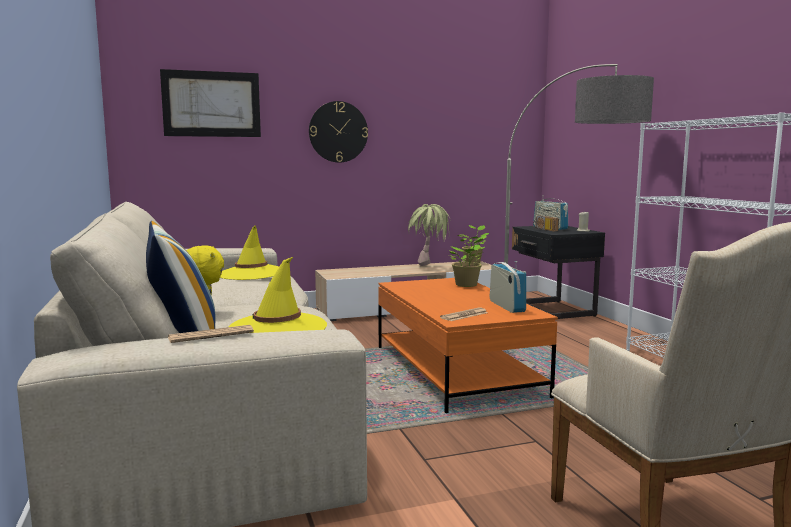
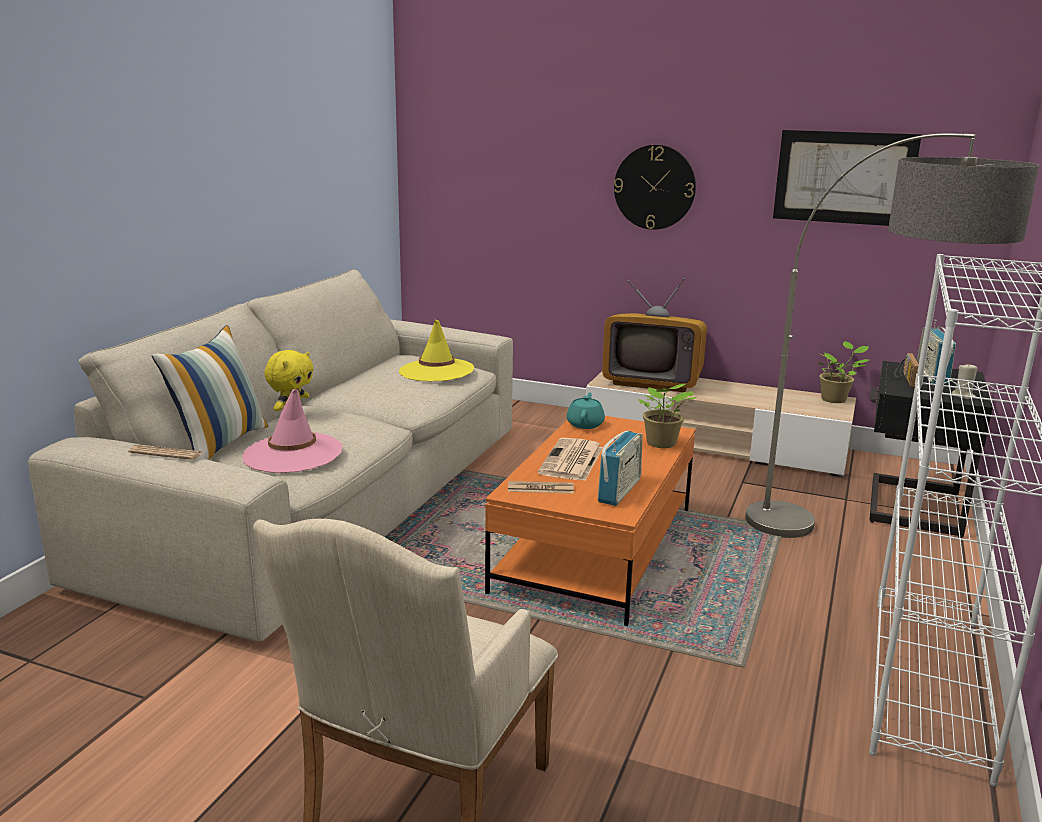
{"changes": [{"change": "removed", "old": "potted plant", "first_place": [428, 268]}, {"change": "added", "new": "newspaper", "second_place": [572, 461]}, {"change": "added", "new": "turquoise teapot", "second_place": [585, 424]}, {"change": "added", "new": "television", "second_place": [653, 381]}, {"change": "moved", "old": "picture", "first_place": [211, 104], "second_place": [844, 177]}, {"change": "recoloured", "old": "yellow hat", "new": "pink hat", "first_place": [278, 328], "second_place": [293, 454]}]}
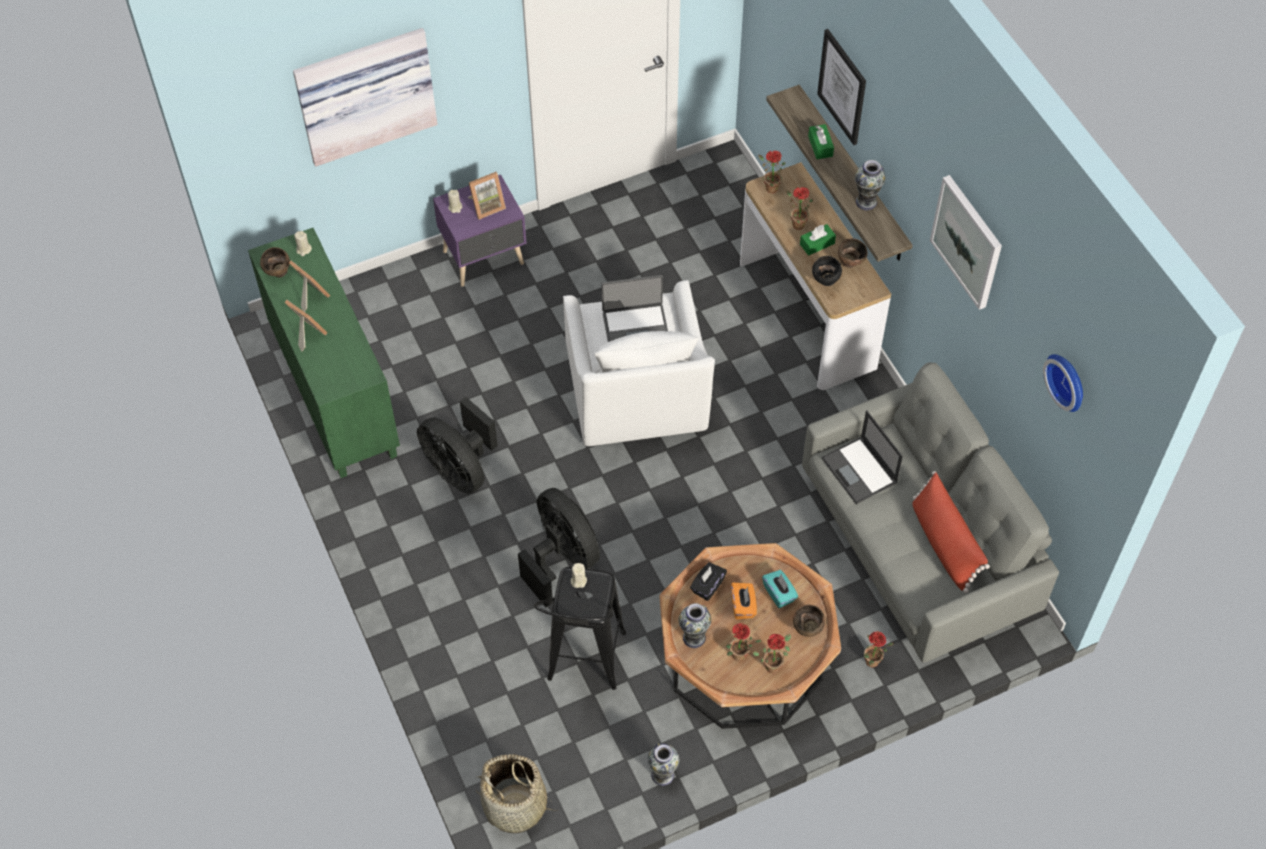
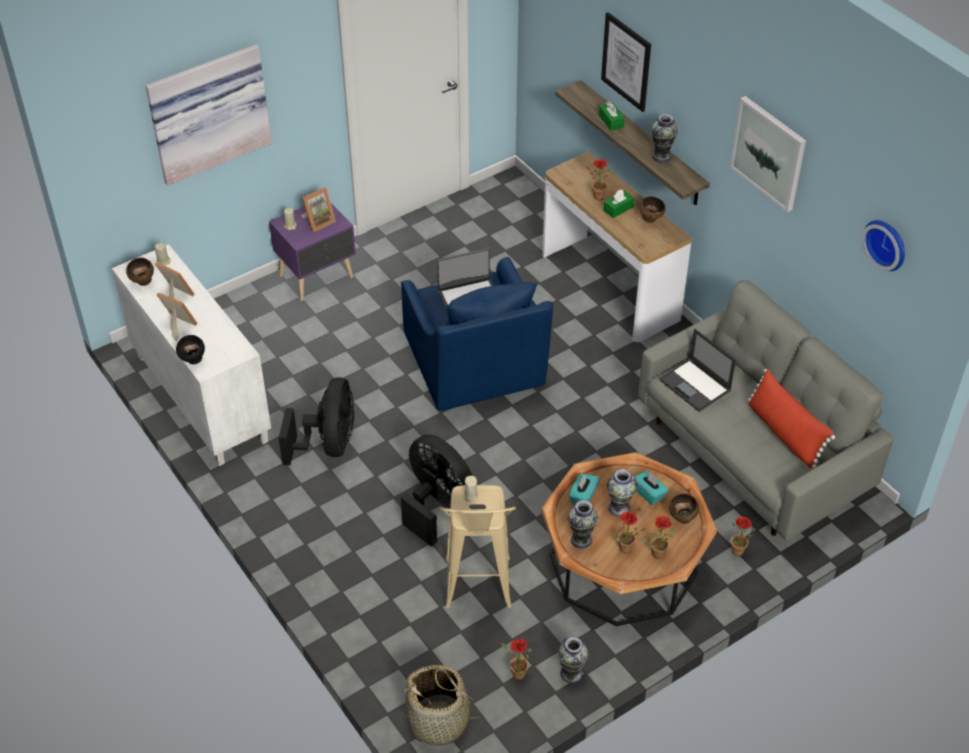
{"changes": [{"change": "moved", "old": "potted plant", "first_place": [769, 187], "second_place": [515, 673]}, {"change": "moved", "old": "black bowl", "first_place": [826, 281], "second_place": [193, 360]}, {"change": "replaced", "old": "orange tissue box", "new": "vase", "first_place": [743, 606], "second_place": [619, 508]}, {"change": "recoloured", "old": "green cabinet", "new": "white cabinet", "first_place": [333, 393], "second_place": [200, 398]}, {"change": "recoloured", "old": "black stool", "new": "beige stool", "first_place": [584, 669], "second_place": [478, 593]}, {"change": "recoloured", "old": "white armchair", "new": "blue armchair", "first_place": [636, 394], "second_place": [475, 365]}, {"change": "recoloured", "old": "black tissue box", "new": "turquoise tissue box", "first_place": [707, 586], "second_place": [583, 496]}, {"change": "turned", "old": "black fan", "first_place": [460, 469], "second_place": [329, 444], "degrees": -120}]}
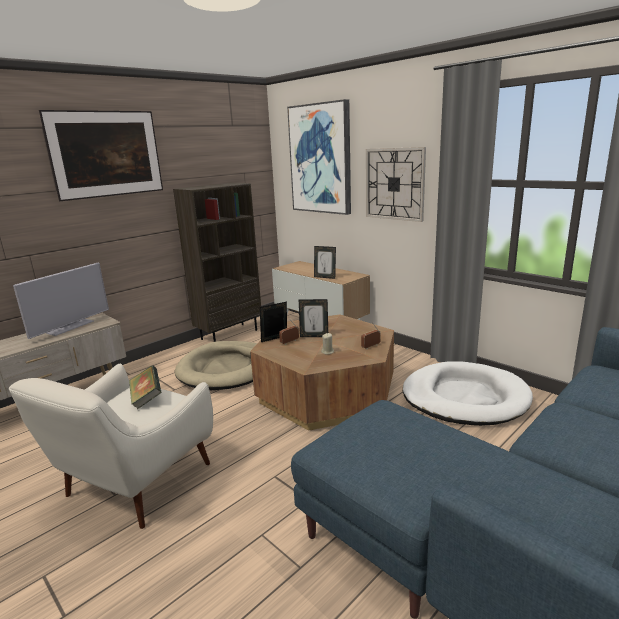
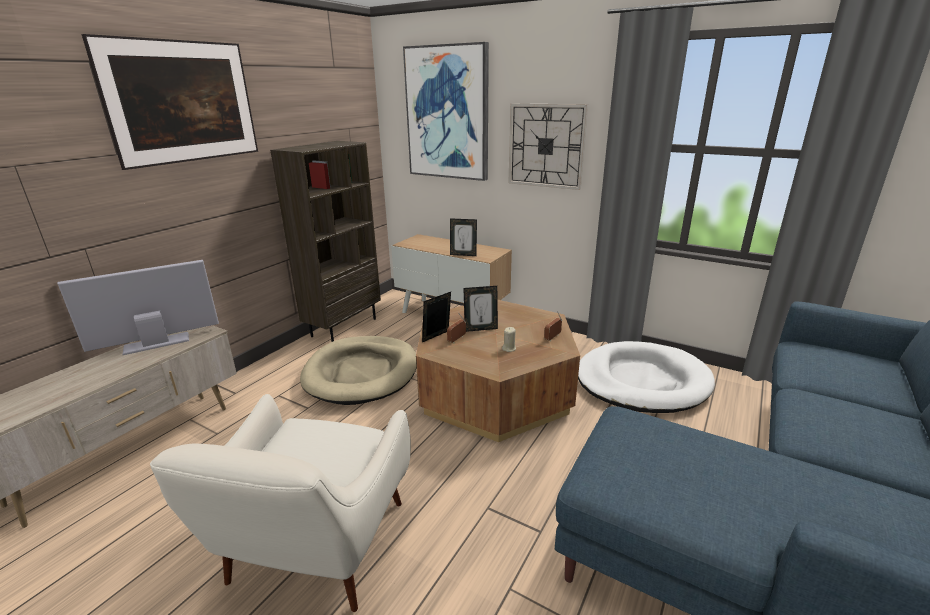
{"changes": [{"change": "removed", "old": "book", "first_place": [146, 398]}, {"change": "turned", "old": "television", "first_place": [70, 327], "second_place": [156, 343], "degrees": -135}]}
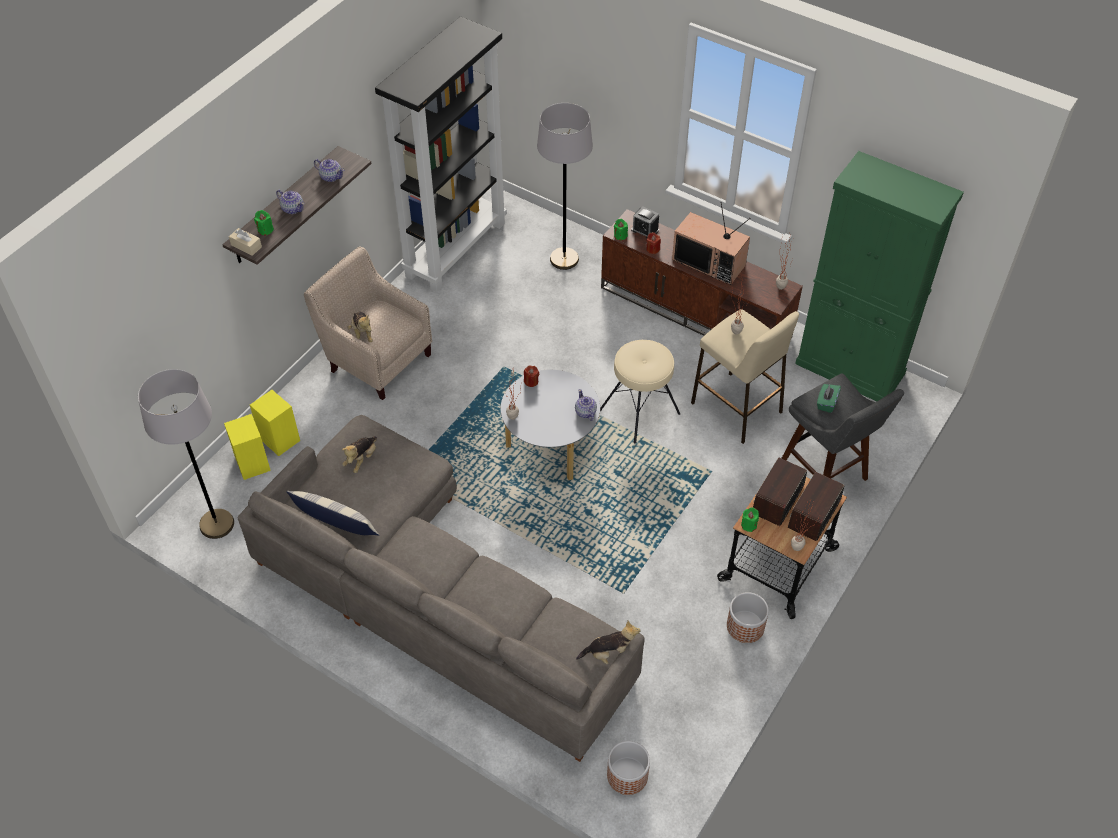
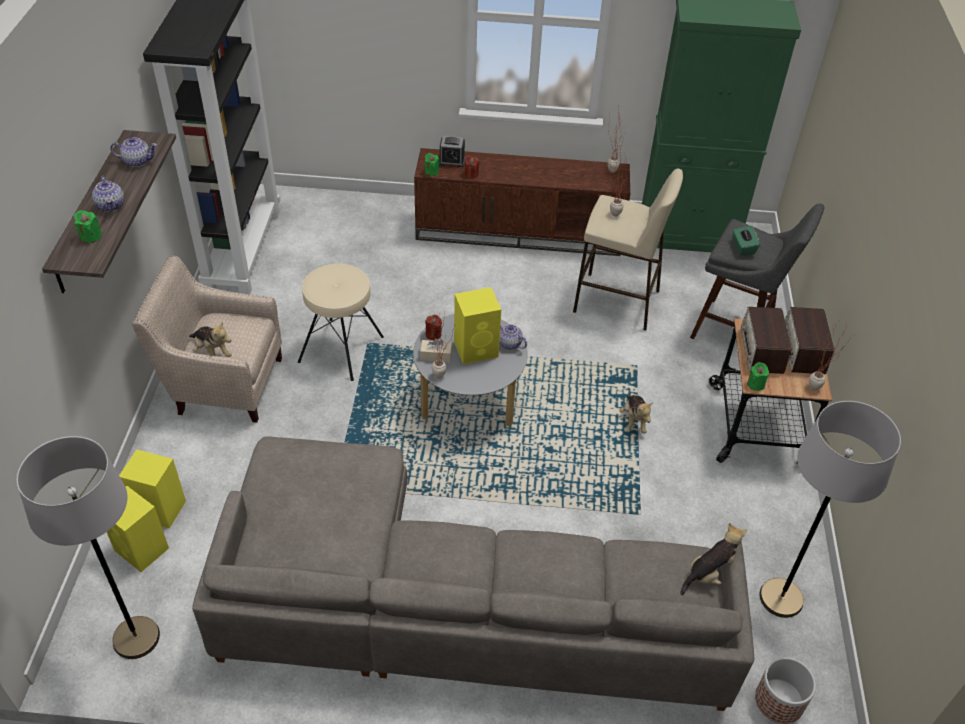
{"changes": [{"change": "removed", "old": "pillow", "first_place": [336, 523]}, {"change": "removed", "old": "television", "first_place": [710, 262]}, {"change": "removed", "old": "planter", "first_place": [745, 626]}, {"change": "added", "new": "yellow speaker", "second_place": [477, 349]}, {"change": "moved", "old": "beige tissue box", "first_place": [246, 246], "second_place": [436, 355]}, {"change": "moved", "old": "plush toy", "first_place": [361, 459], "second_place": [634, 420]}, {"change": "moved", "old": "grey floor lamp", "first_place": [564, 259], "second_place": [780, 598]}, {"change": "moved", "old": "beige stool", "first_place": [640, 412], "second_place": [342, 349]}, {"change": "turned", "old": "teapot", "first_place": [292, 208], "second_place": [111, 205], "degrees": 60}]}
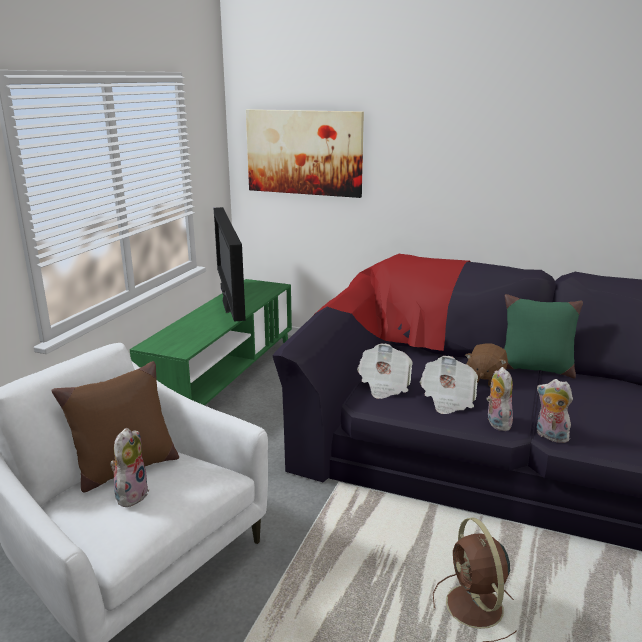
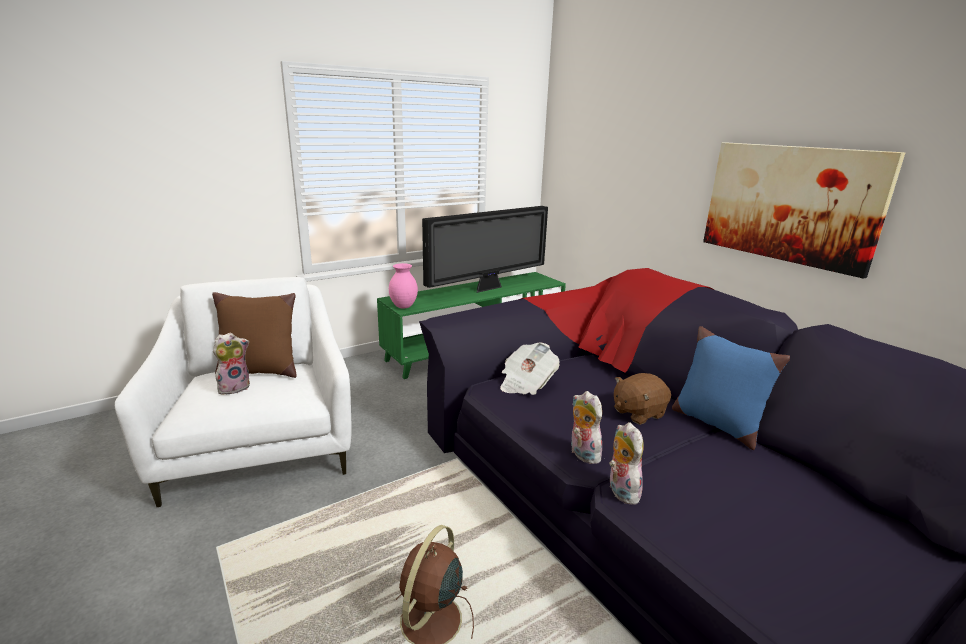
{"changes": [{"change": "removed", "old": "newspaper", "first_place": [447, 399]}, {"change": "added", "new": "pink vase", "second_place": [403, 306]}, {"change": "moved", "old": "picture", "first_place": [304, 152], "second_place": [789, 204]}, {"change": "recoloured", "old": "green pillow", "new": "blue pillow", "first_place": [535, 368], "second_place": [716, 423]}, {"change": "turned", "old": "television", "first_place": [229, 307], "second_place": [488, 288], "degrees": -150}, {"change": "turned", "old": "plush toy", "first_place": [496, 422], "second_place": [582, 454], "degrees": -60}]}
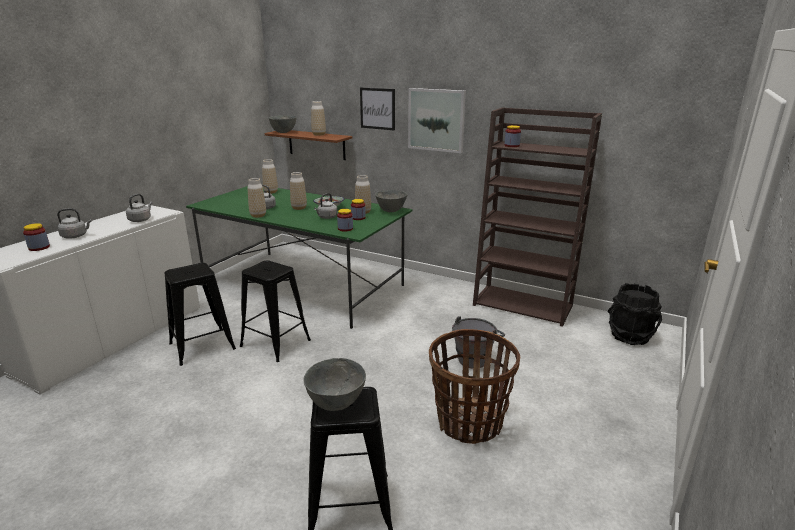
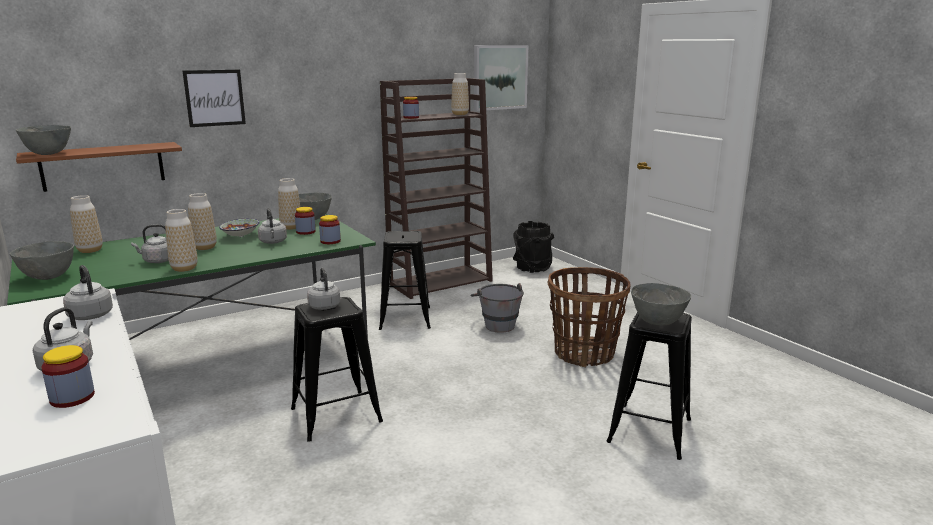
{"changes": [{"change": "added", "new": "grey bowl", "second_place": [48, 277]}, {"change": "added", "new": "grey kettle", "second_place": [324, 306]}, {"change": "moved", "old": "black stool", "first_place": [202, 346], "second_place": [405, 318]}, {"change": "moved", "old": "vase", "first_place": [319, 134], "second_place": [460, 114]}, {"change": "moved", "old": "picture", "first_place": [436, 120], "second_place": [500, 77]}]}
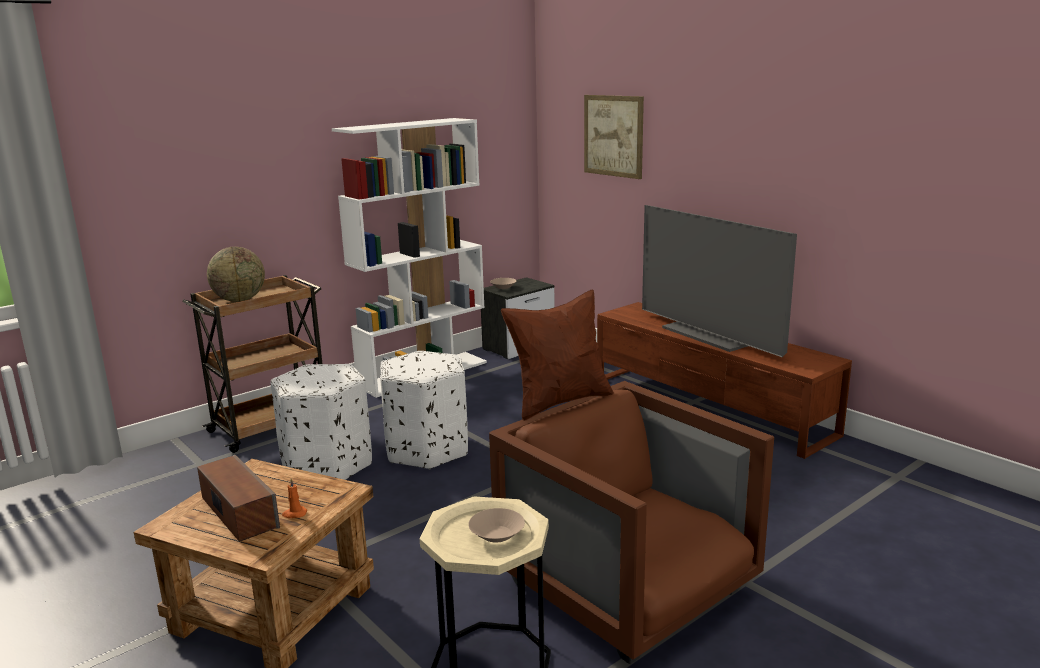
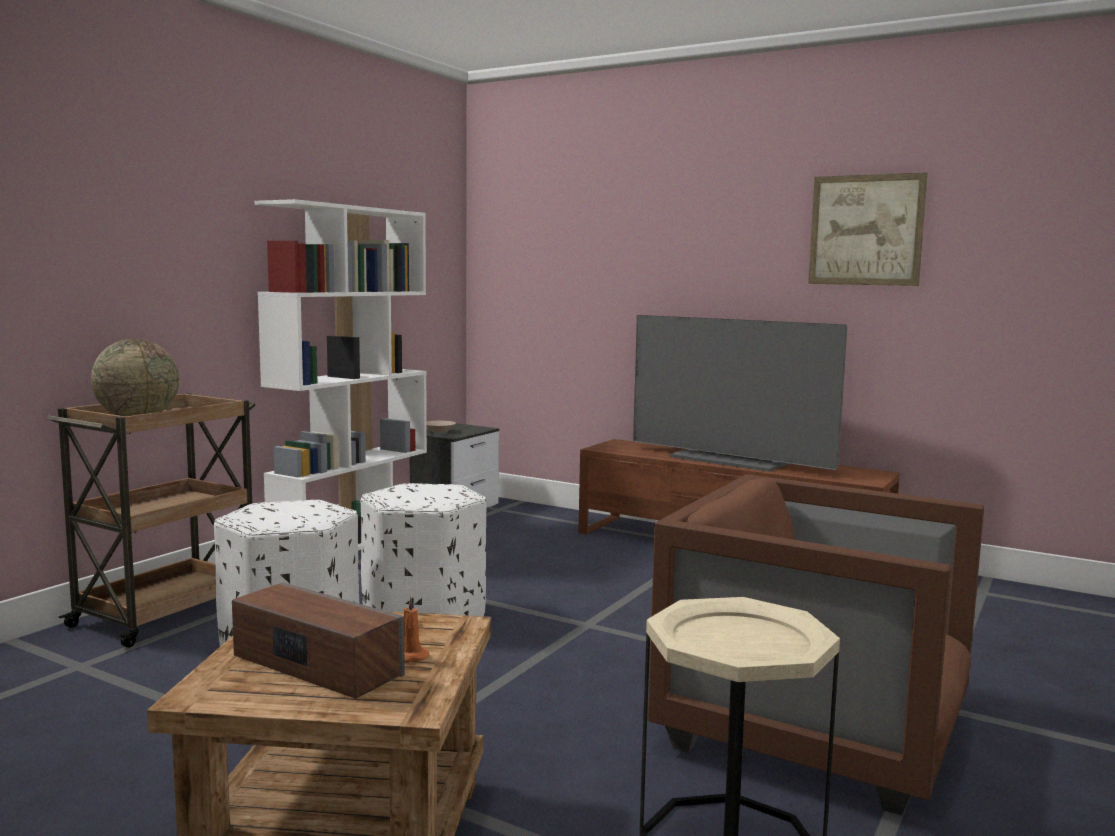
{"changes": [{"change": "removed", "old": "beige bowl", "first_place": [497, 536]}, {"change": "removed", "old": "brown pillow", "first_place": [560, 402]}, {"change": "moved", "old": "picture", "first_place": [613, 136], "second_place": [866, 230]}]}
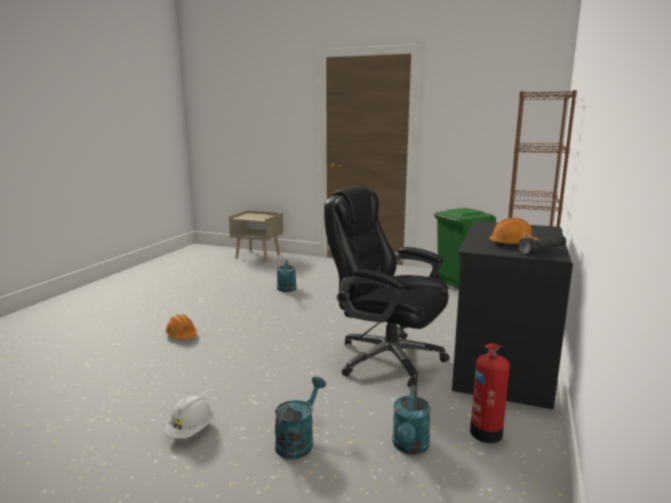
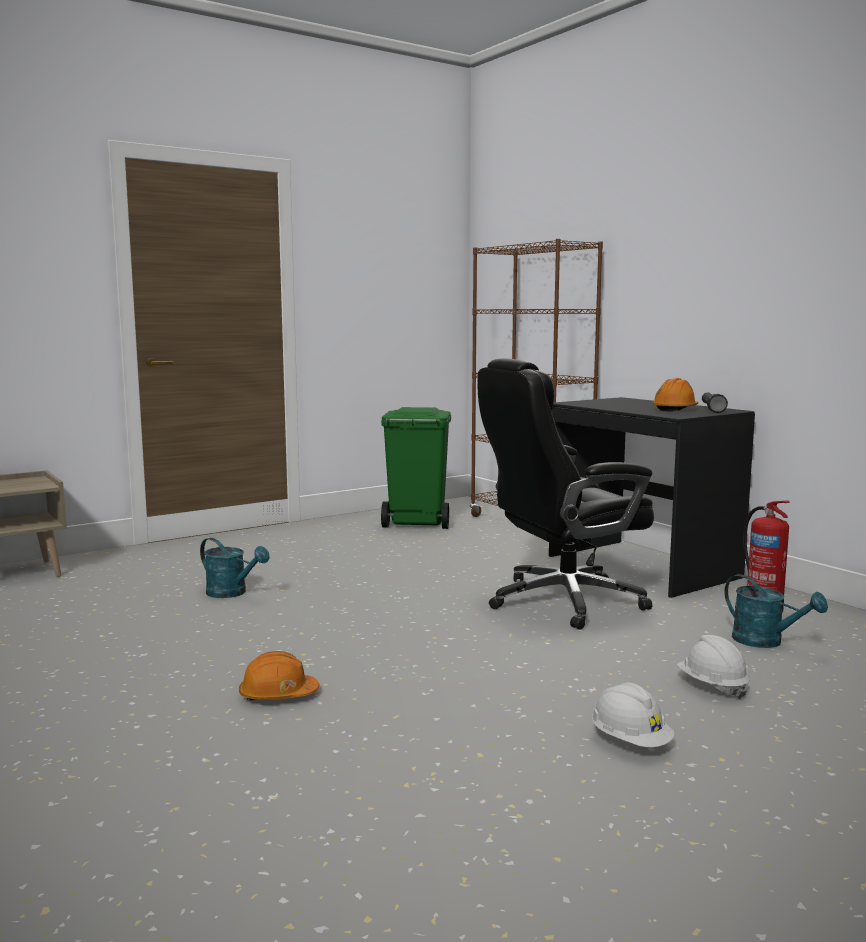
{"changes": [{"change": "replaced", "old": "turquoise watering can", "new": "white hard hat", "first_place": [298, 441], "second_place": [712, 686]}]}
